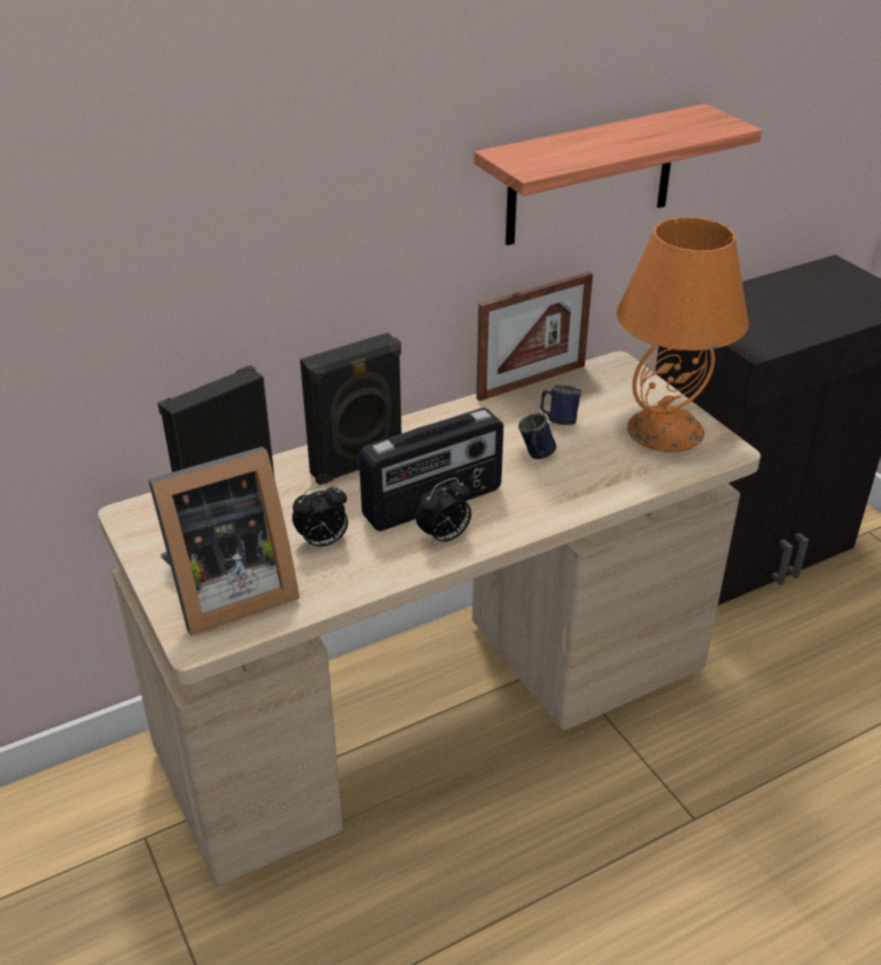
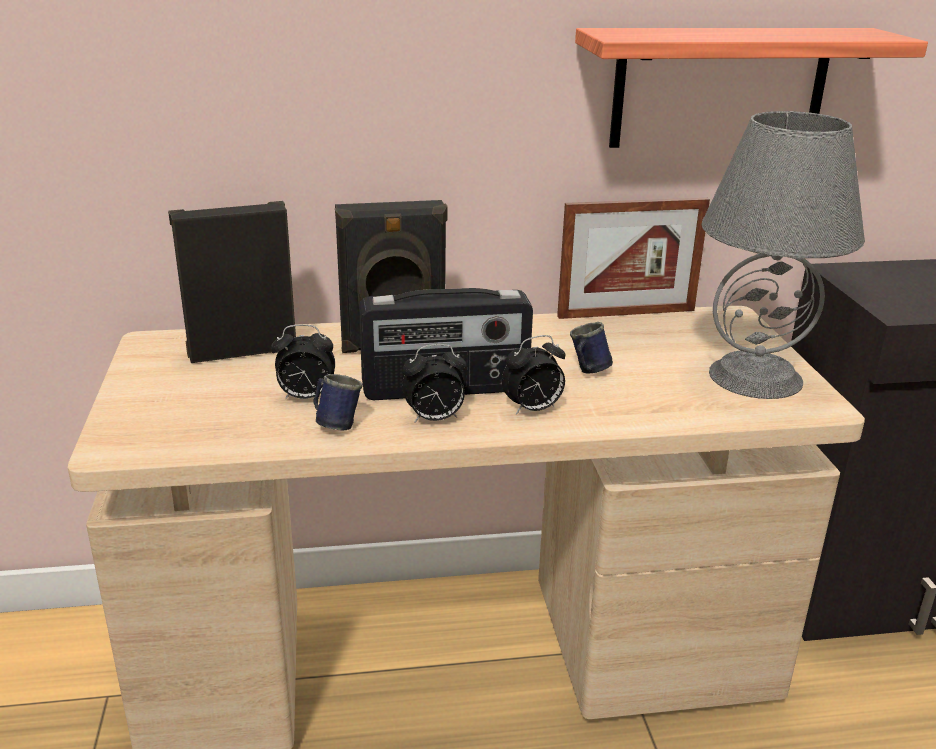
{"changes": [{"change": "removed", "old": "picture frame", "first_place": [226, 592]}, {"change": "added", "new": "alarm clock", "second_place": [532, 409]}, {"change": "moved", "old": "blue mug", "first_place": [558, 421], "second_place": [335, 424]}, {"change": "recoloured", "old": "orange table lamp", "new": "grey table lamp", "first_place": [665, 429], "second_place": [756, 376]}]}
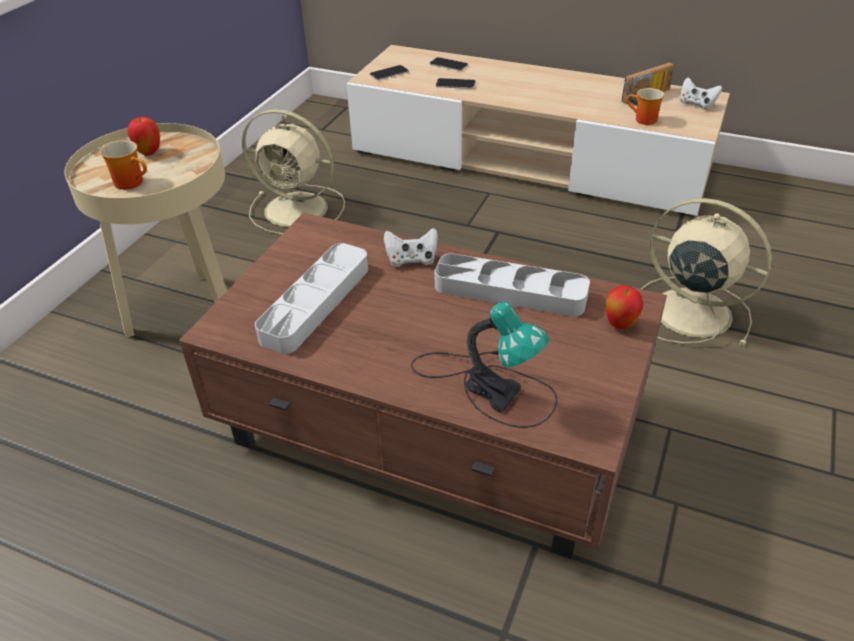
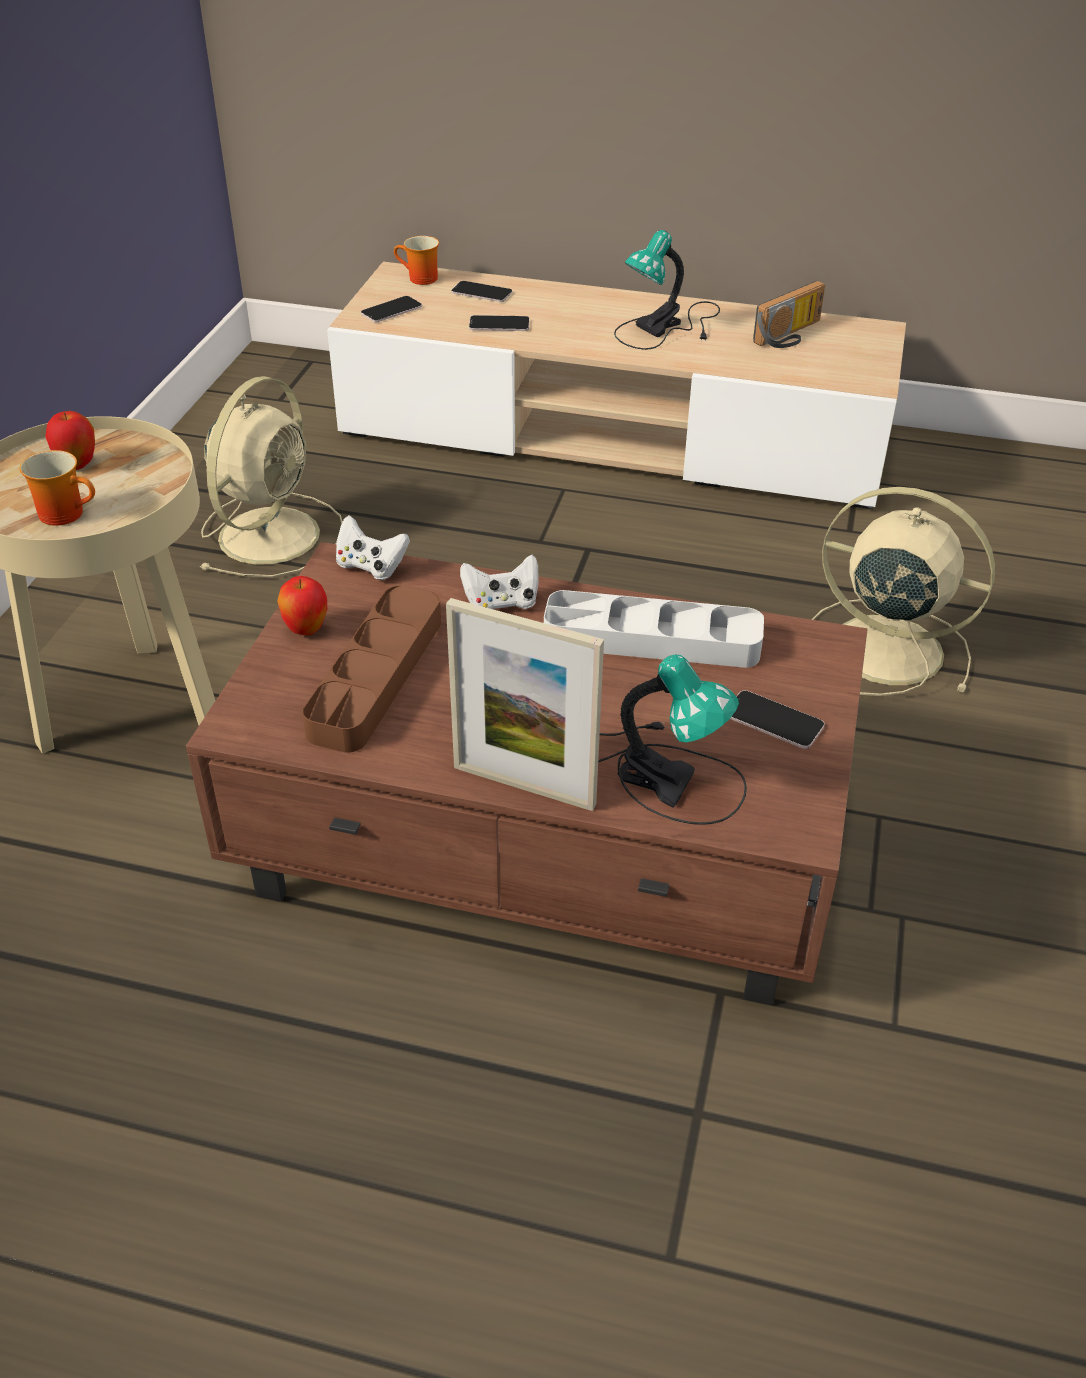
{"changes": [{"change": "added", "new": "picture frame", "second_place": [524, 786]}, {"change": "added", "new": "table lamp", "second_place": [669, 326]}, {"change": "added", "new": "phone", "second_place": [774, 721]}, {"change": "moved", "old": "apple", "first_place": [620, 325], "second_place": [306, 630]}, {"change": "moved", "old": "mug", "first_place": [643, 120], "second_place": [419, 279]}, {"change": "moved", "old": "white game controller", "first_place": [696, 104], "second_place": [371, 567]}, {"change": "recoloured", "old": "grey tray", "new": "brown tray", "first_place": [316, 302], "second_place": [376, 675]}, {"change": "turned", "old": "beige fan", "first_place": [299, 210], "second_place": [272, 533], "degrees": -75}]}
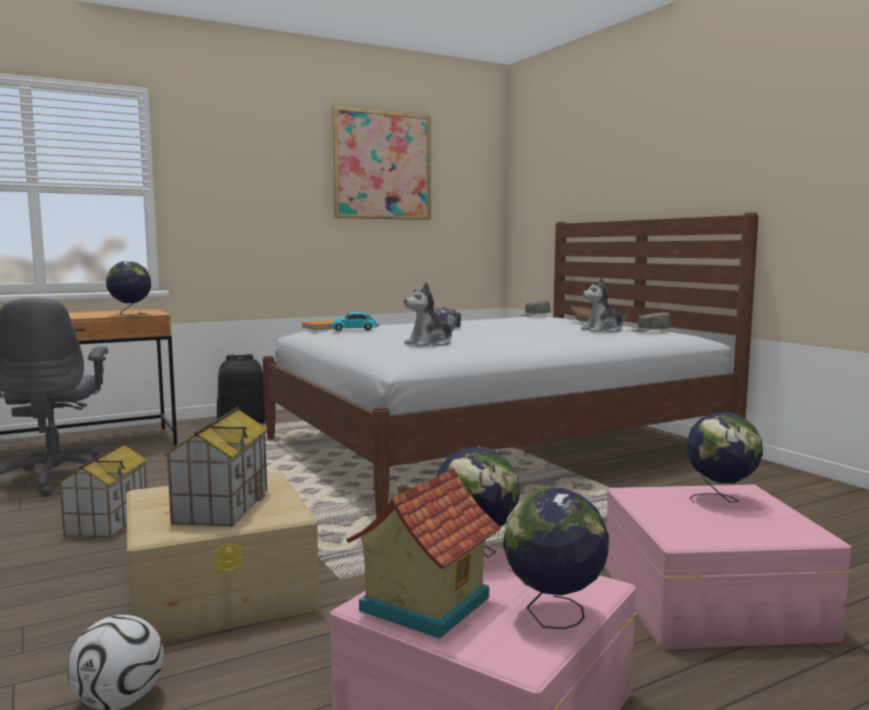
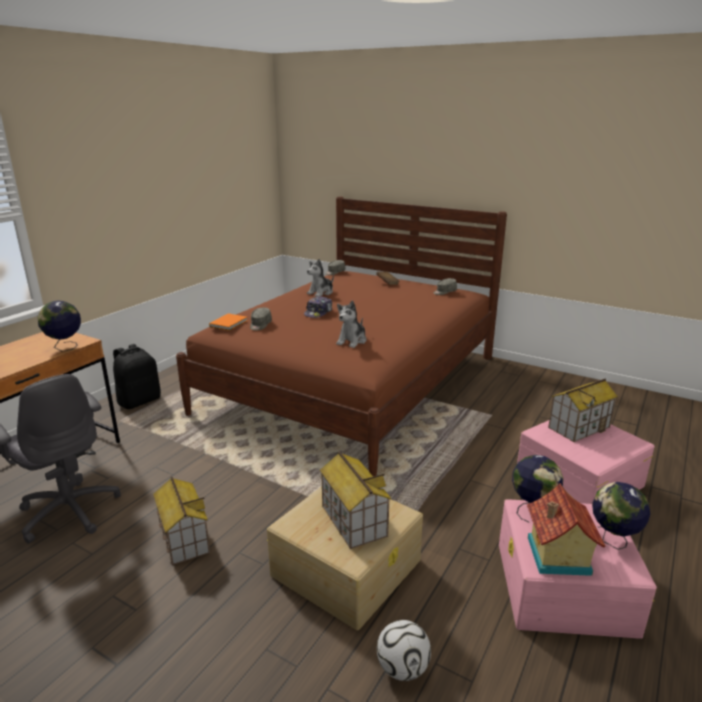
{"changes": [{"change": "removed", "old": "picture", "first_place": [382, 165]}, {"change": "moved", "old": "plush toy", "first_place": [603, 330], "second_place": [321, 293]}, {"change": "replaced", "old": "toy car", "new": "grey cap", "first_place": [355, 329], "second_place": [260, 325]}, {"change": "replaced", "old": "globe", "new": "toy house", "first_place": [720, 500], "second_place": [579, 427]}, {"change": "recoloured", "old": "white bed", "new": "brown bed", "first_place": [494, 446], "second_place": [352, 383]}]}
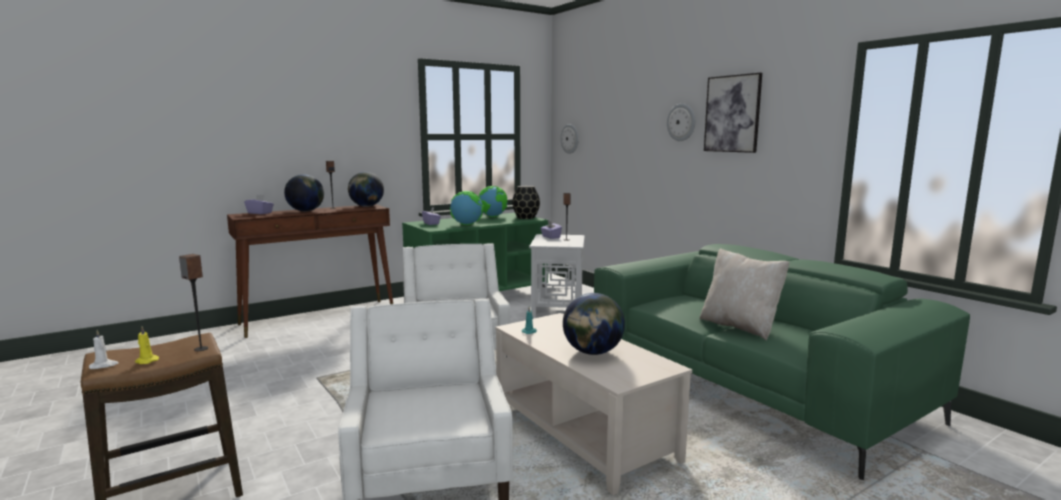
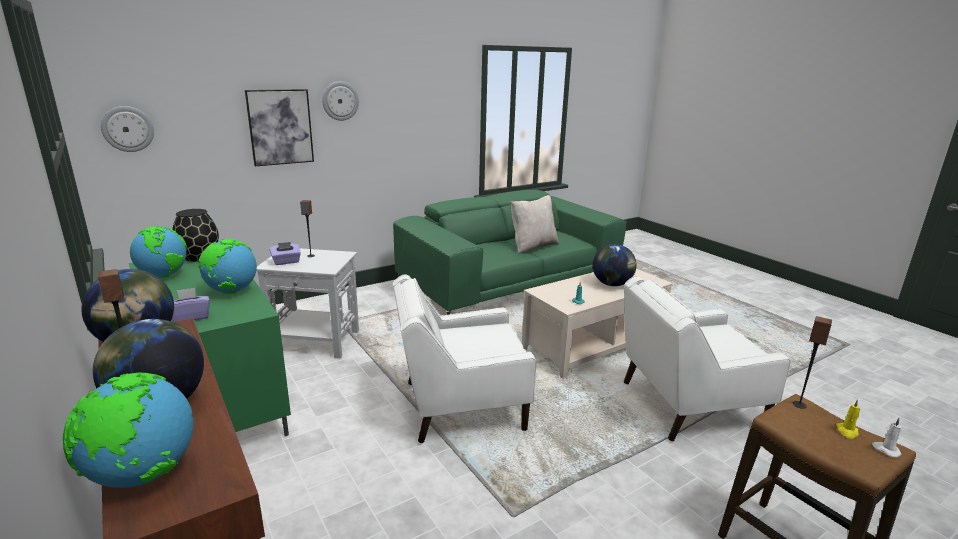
{"changes": [{"change": "moved", "old": "picture", "first_place": [732, 114], "second_place": [280, 127]}, {"change": "replaced", "old": "purple tissue box", "new": "globe", "first_place": [260, 213], "second_place": [143, 476]}]}
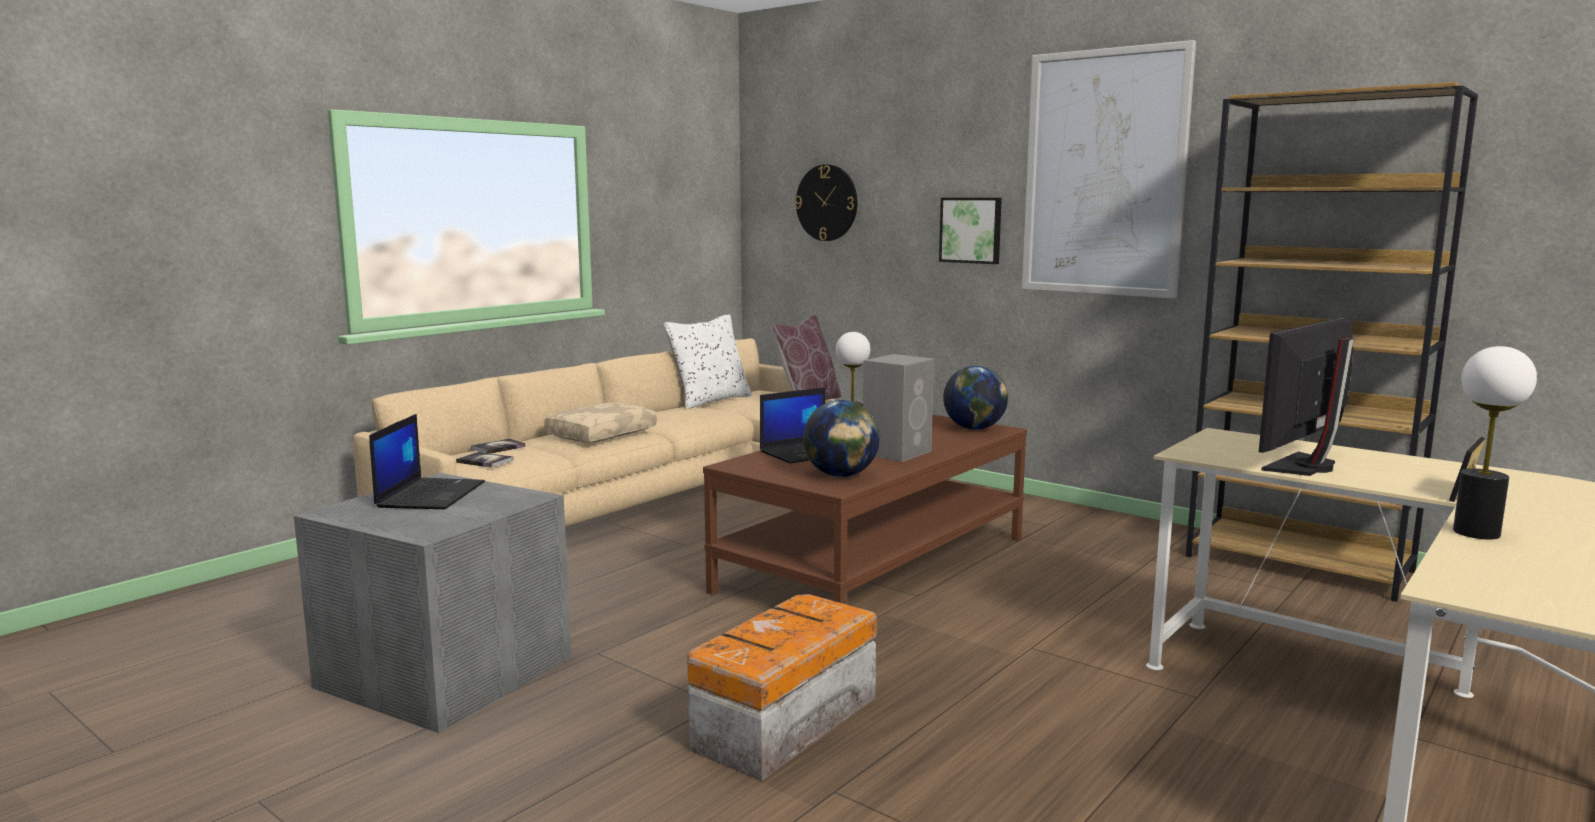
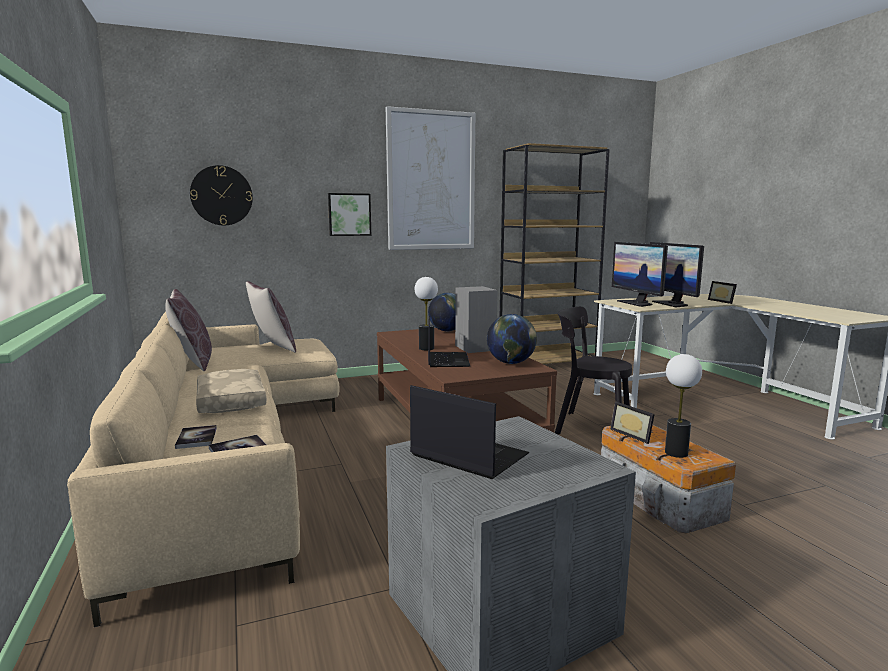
{"changes": [{"change": "added", "new": "black chair", "second_place": [589, 427]}, {"change": "added", "new": "picture frame", "second_place": [633, 434]}, {"change": "added", "new": "monitor", "second_place": [637, 303]}, {"change": "moved", "old": "table lamp", "first_place": [1475, 532], "second_place": [676, 453]}, {"change": "recoloured", "old": "white pillow", "new": "brown pillow", "first_place": [709, 400], "second_place": [192, 363]}]}
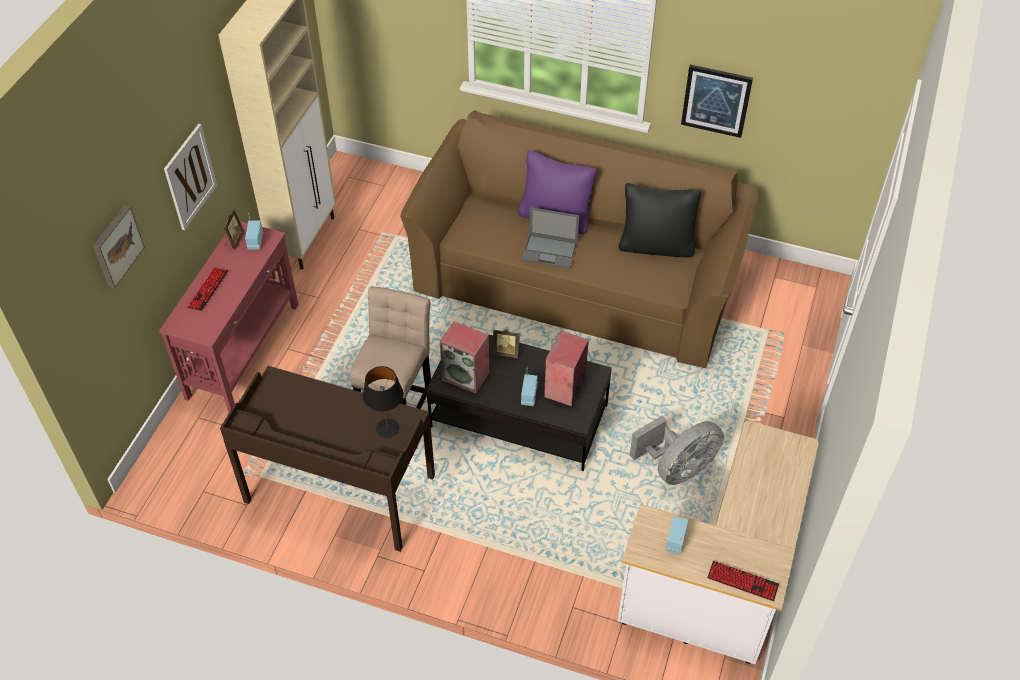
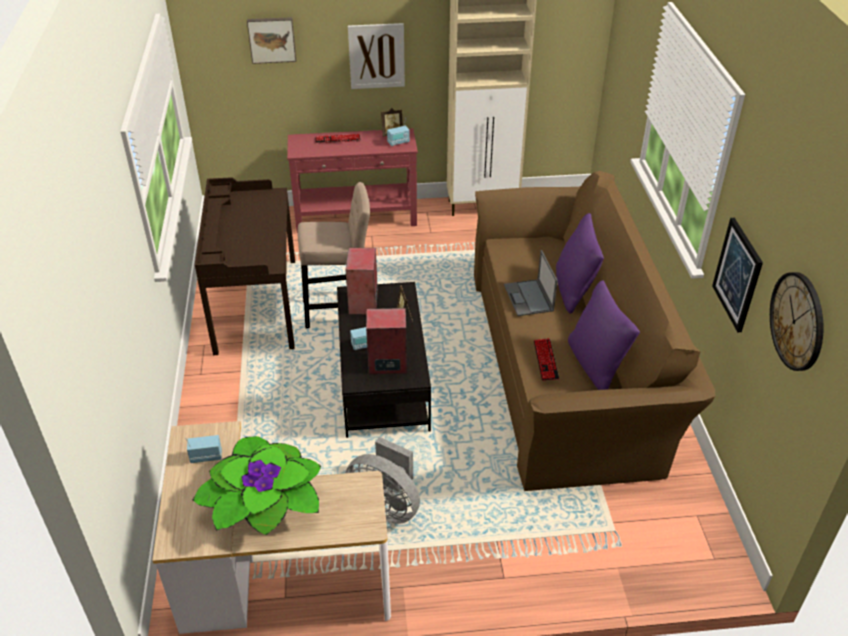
{"changes": [{"change": "removed", "old": "black table lamp", "first_place": [388, 428]}, {"change": "added", "new": "potted plant", "second_place": [264, 504]}, {"change": "added", "new": "wall clock", "second_place": [797, 321]}, {"change": "moved", "old": "keyboard", "first_place": [742, 581], "second_place": [545, 360]}, {"change": "recoloured", "old": "black pillow", "new": "purple pillow", "first_place": [656, 246], "second_place": [596, 365]}]}
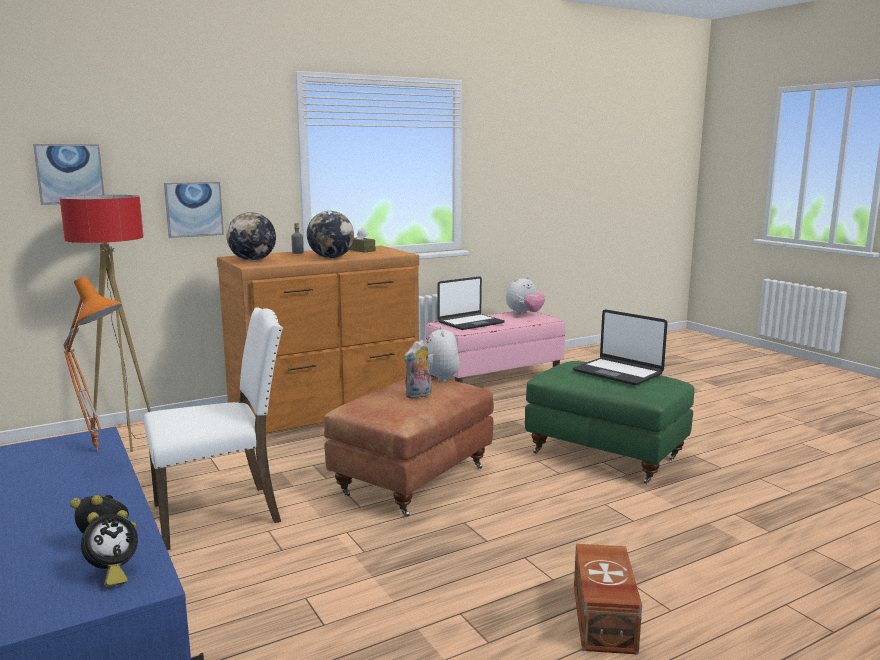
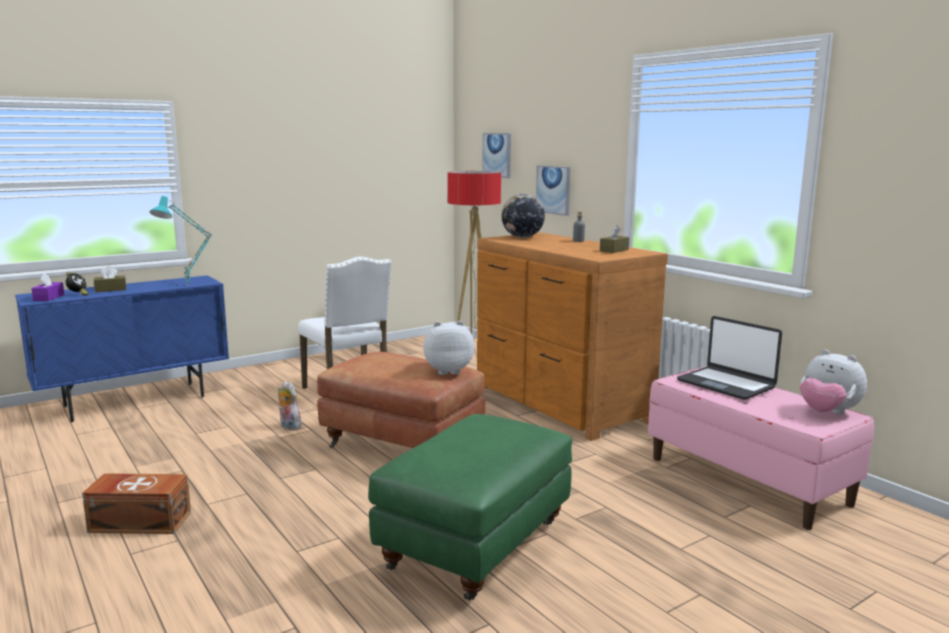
{"changes": [{"change": "removed", "old": "globe", "first_place": [331, 257]}, {"change": "removed", "old": "laptop", "first_place": [618, 372]}, {"change": "added", "new": "brown tissue box", "second_place": [110, 289]}, {"change": "moved", "old": "plush toy", "first_place": [419, 395], "second_place": [288, 427]}, {"change": "replaced", "old": "alarm clock", "new": "purple tissue box", "first_place": [111, 574], "second_place": [49, 297]}, {"change": "recoloured", "old": "orange table lamp", "new": "turquoise table lamp", "first_place": [100, 449], "second_place": [188, 285]}]}
